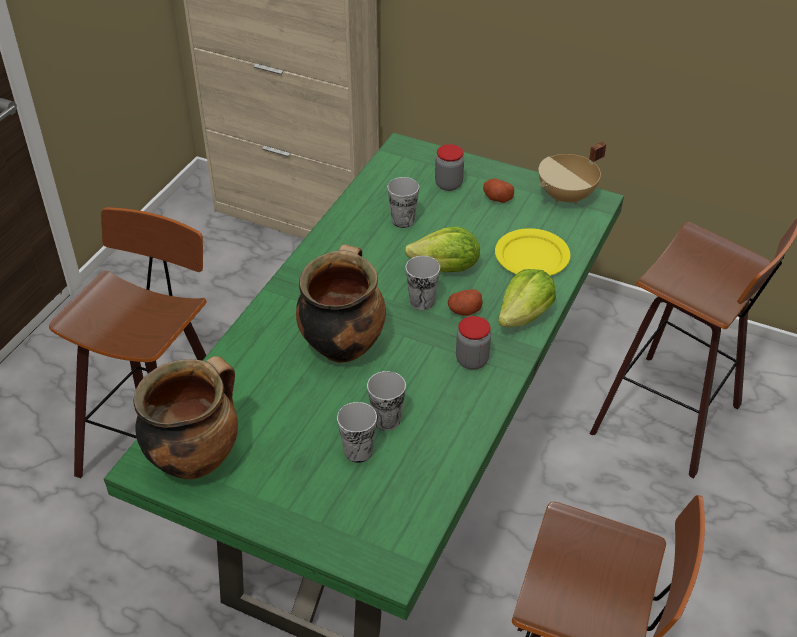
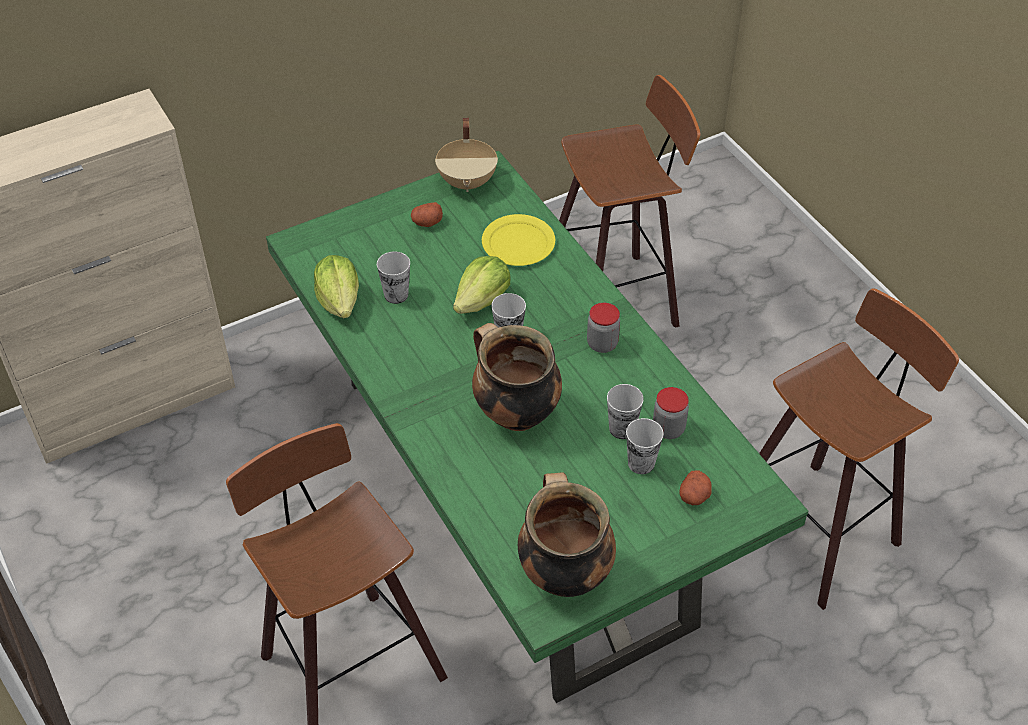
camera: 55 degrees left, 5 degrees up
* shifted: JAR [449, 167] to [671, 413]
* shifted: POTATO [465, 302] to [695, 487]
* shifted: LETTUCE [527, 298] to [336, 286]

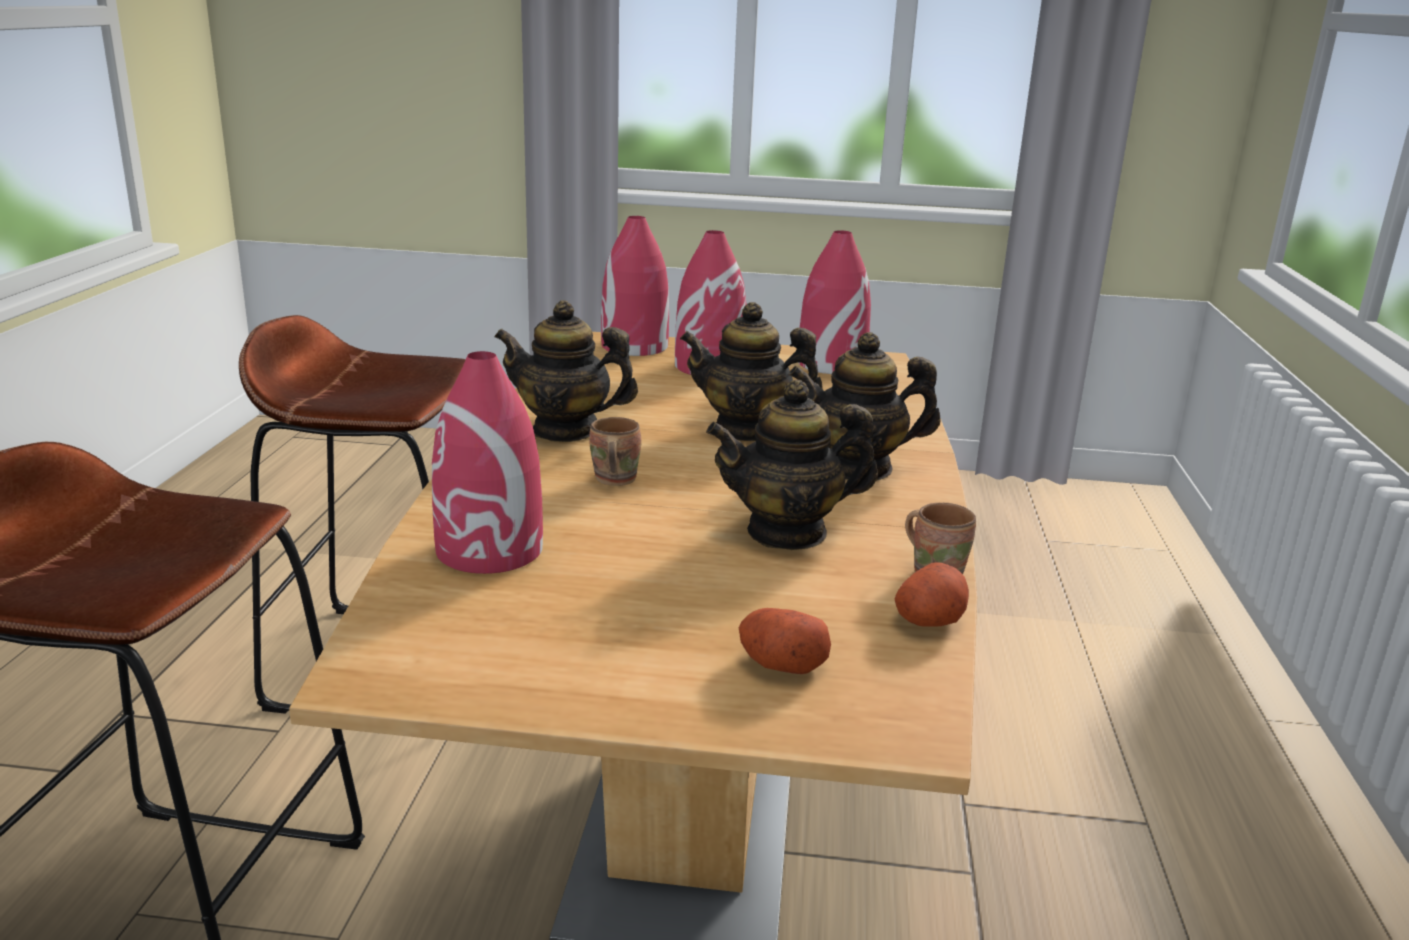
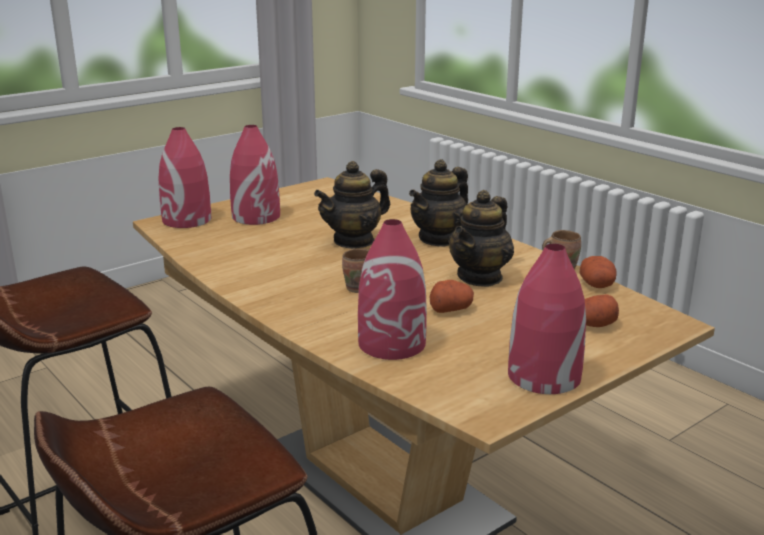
camera: 45 degrees left, 0 degrees up
* gone: TEAPOT [566, 371]
* new: POTATO [452, 296]
* shifted: RED VASE [835, 302] to [547, 319]

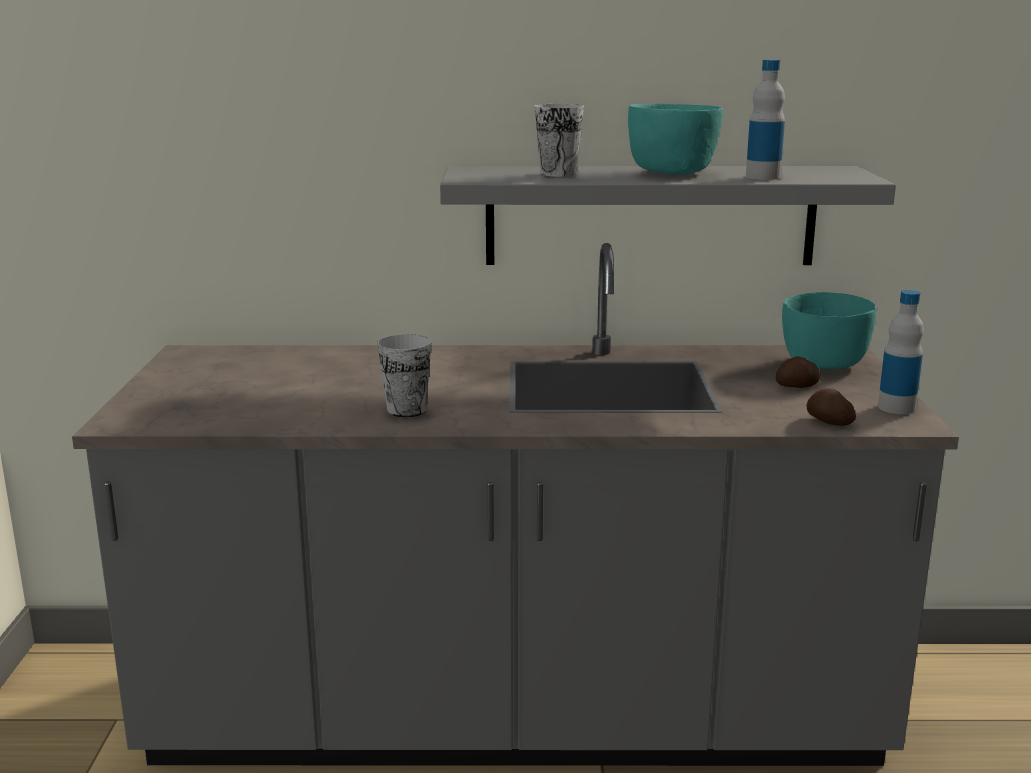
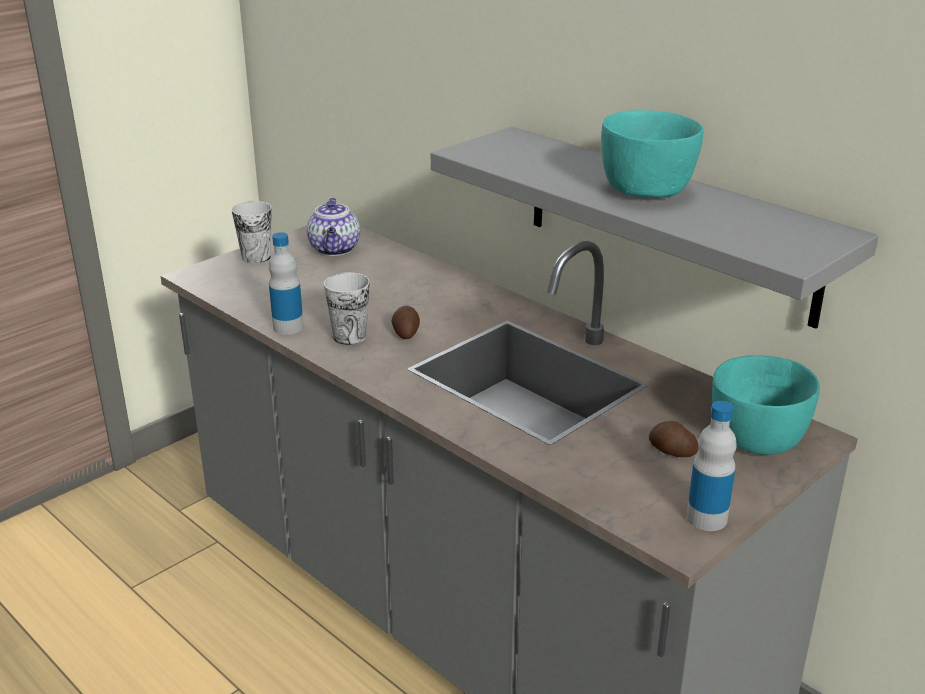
camera: 45 degrees right, 10 degrees up
* new: TEAPOT [333, 227]
* shifted: CUP [559, 140] to [251, 232]
* shifted: BOTTLE [765, 119] to [286, 283]
* shifted: POTATO [831, 407] to [405, 322]

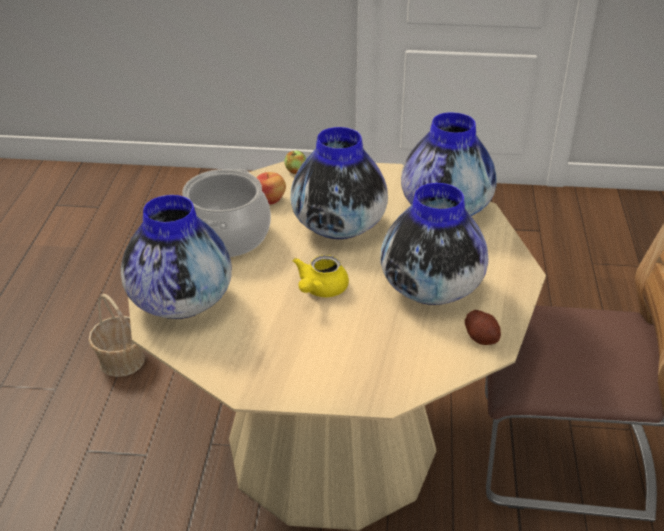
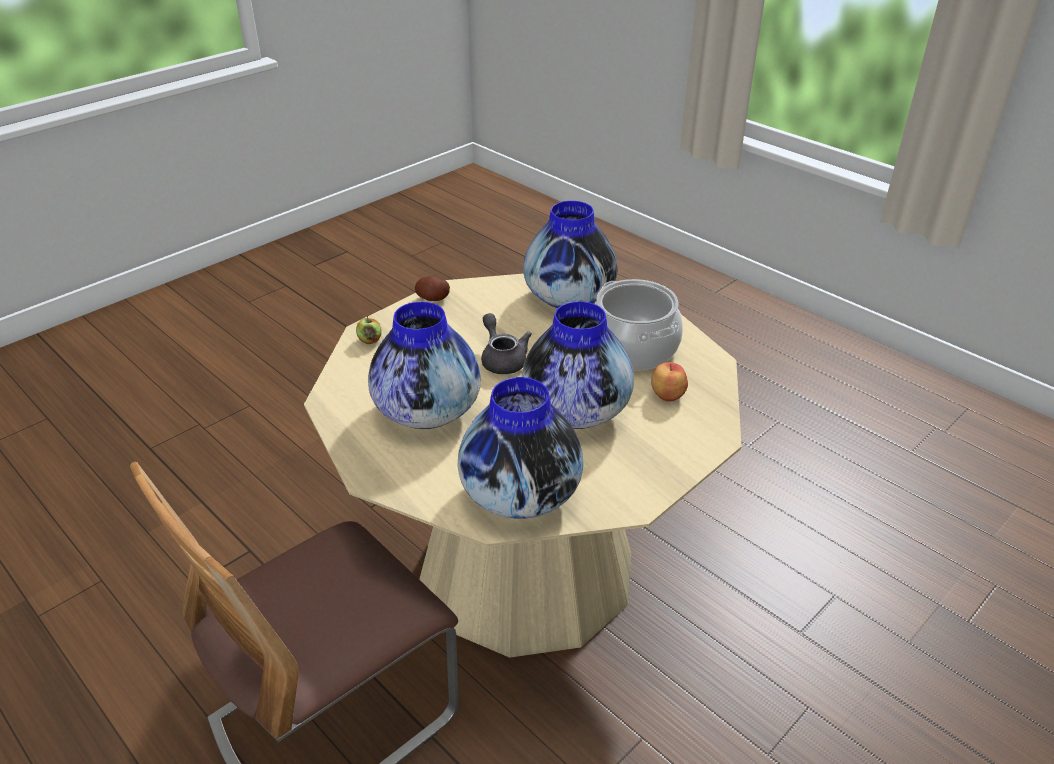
camera: 130 degrees right, 0 degrees up
* gone: BASKET [116, 335]
* shifted: APPLE [295, 162] to [369, 330]
* shifted: POTATO [483, 327] to [432, 288]
* repainted: YELLOW TEAPOT [321, 276] to GREY TEAPOT [506, 343]

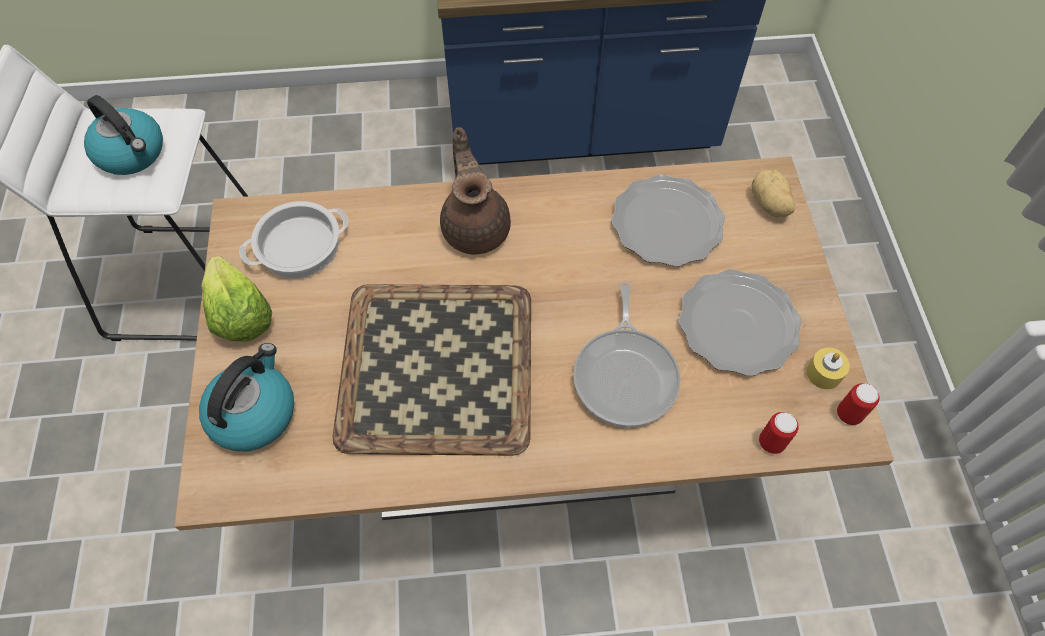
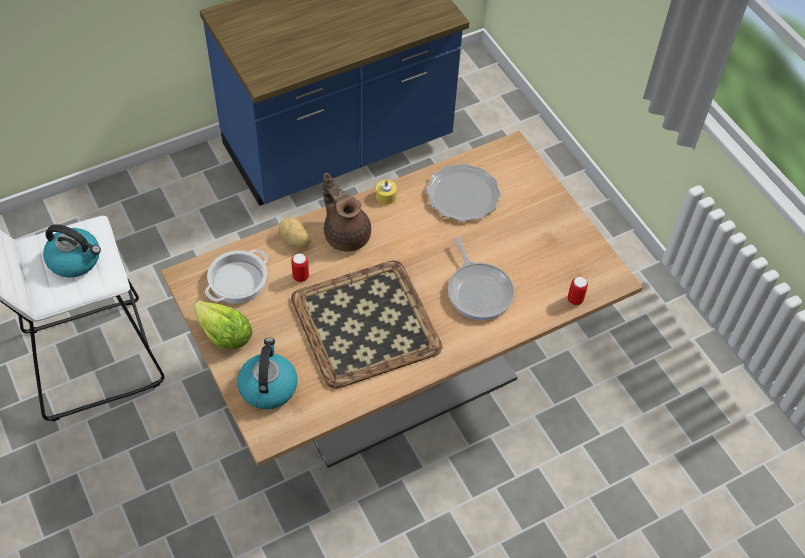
camera: 25 degrees left, 5 degrees down
* gone: PLATE [740, 322]
* shifted: POTATO [773, 193] to [295, 232]
* shifted: YELLOW CANDLE [828, 368] to [386, 192]
* shifted: CAN [858, 404] to [300, 267]

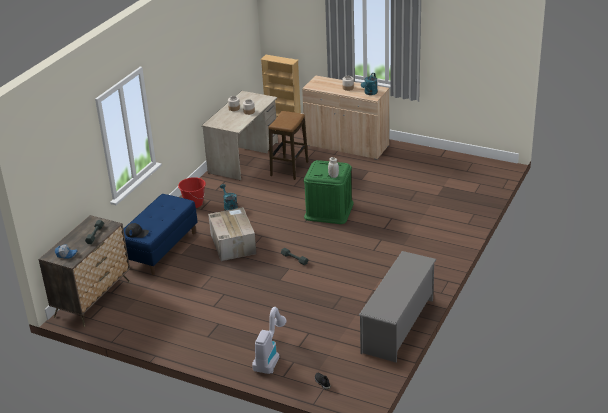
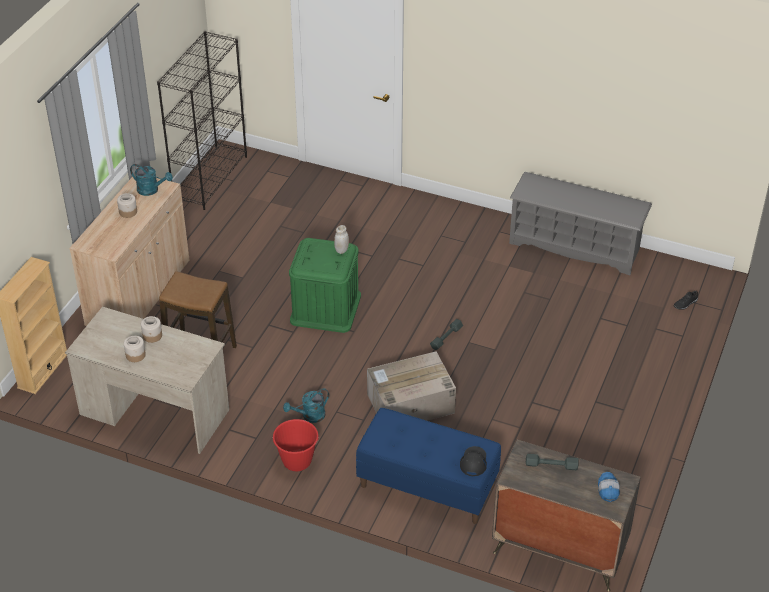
camera: 95 degrees left, 10 degrees up
* gone: VACUUM CLEANER [269, 340]
* new: BLACK BOOKCASE [202, 120]

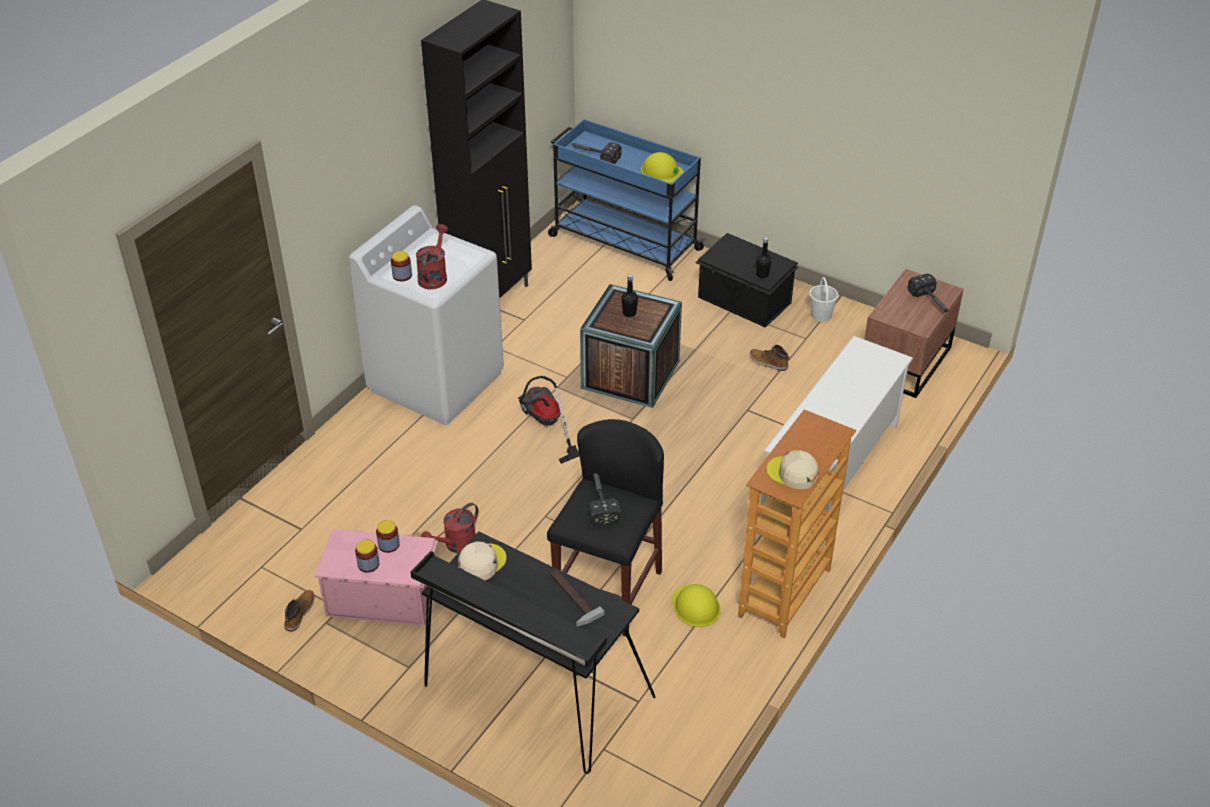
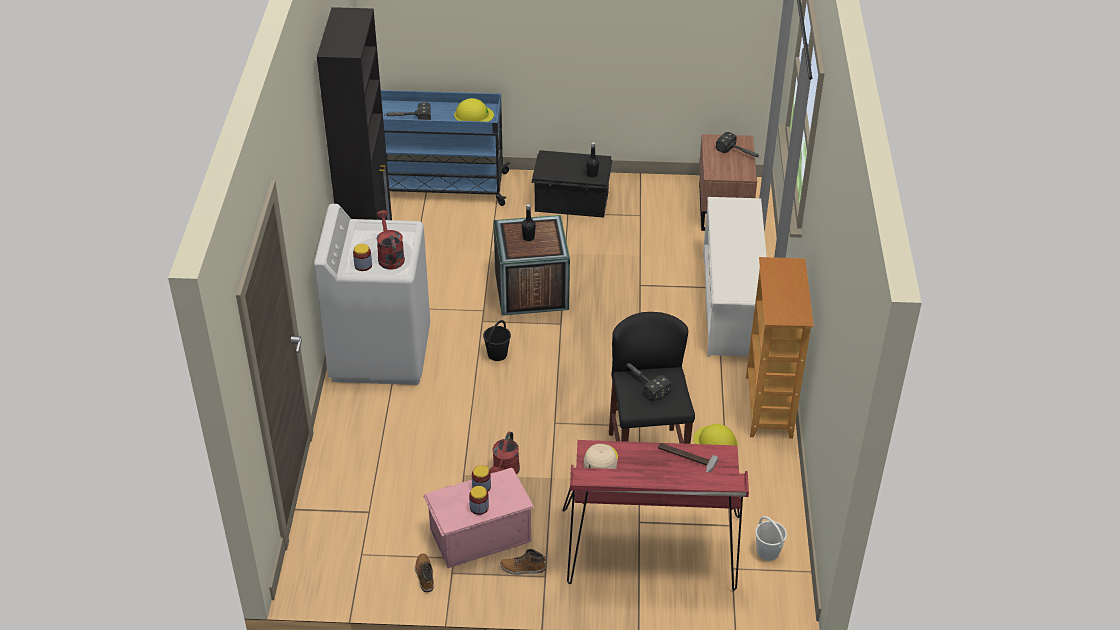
camera: 30 degrees left, 0 degrees up
* gone: BEIGE CAP [792, 469]
* shifted: BOOT [770, 358] to [523, 562]
* shifted: WHITE BUCKET [824, 299] to [771, 538]
* swapped: VACUUM CLEANER [548, 420] to BLACK BUCKET [497, 340]
* repainted: BLACK DESK [533, 652] to RED DESK [655, 515]

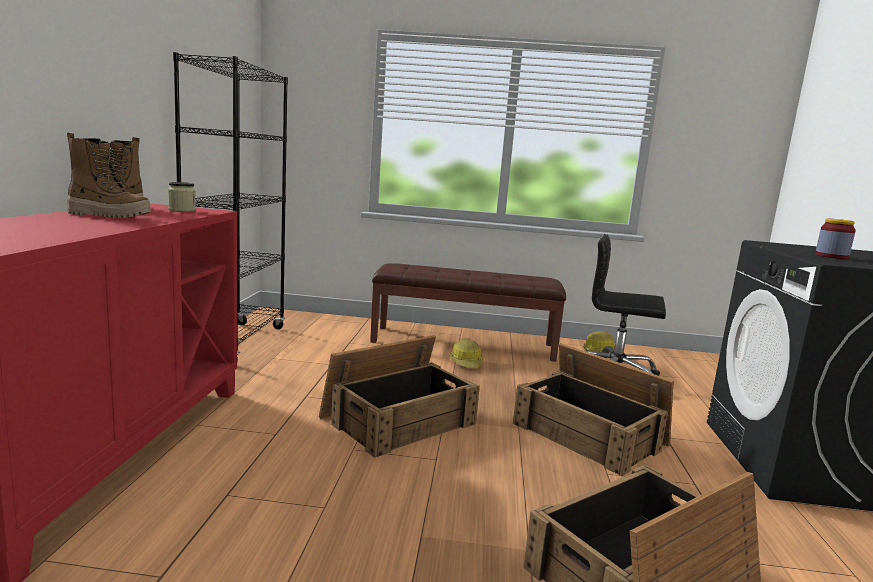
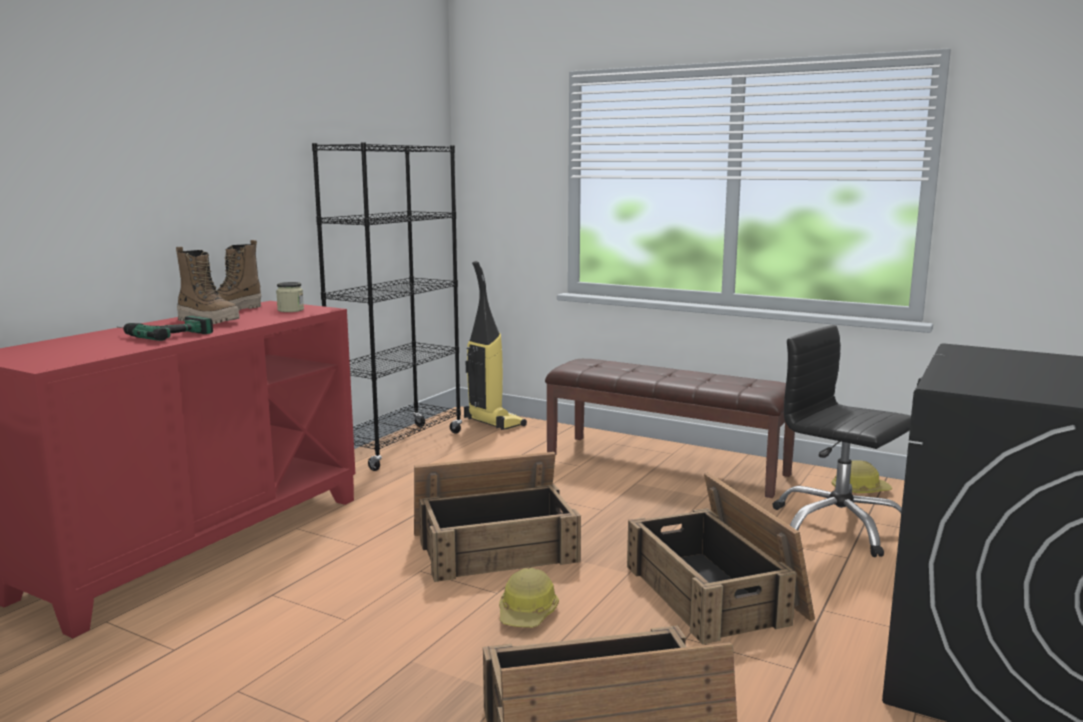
camera: 25 degrees right, 0 degrees up
* gone: JAR [835, 239]
* new: POWER DRILL [165, 328]
* new: VACUUM CLEANER [495, 345]
* shifted: HARD HAT [466, 352] to [529, 597]

